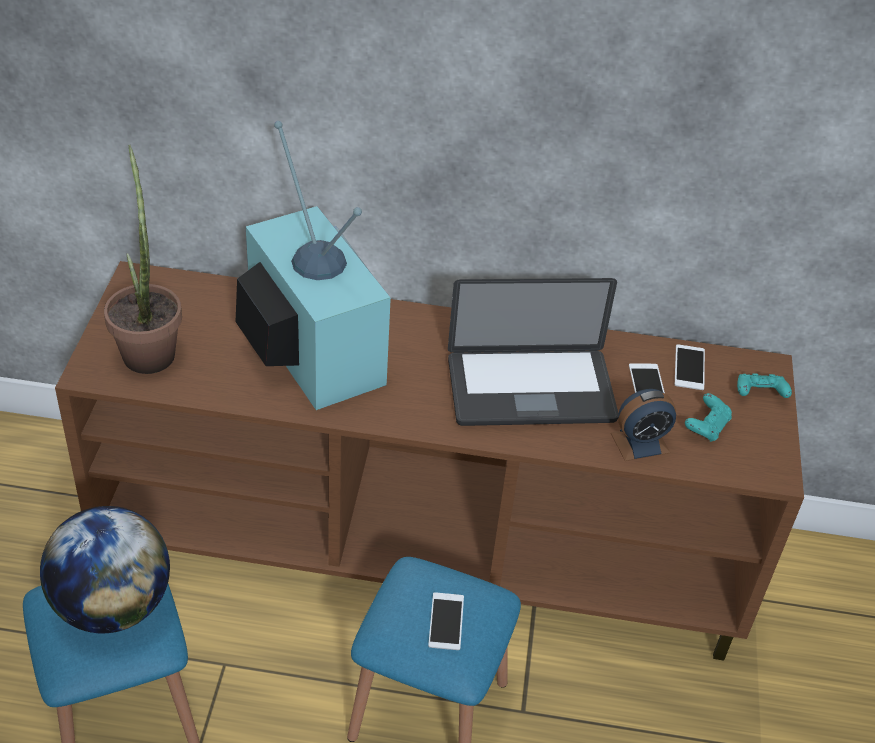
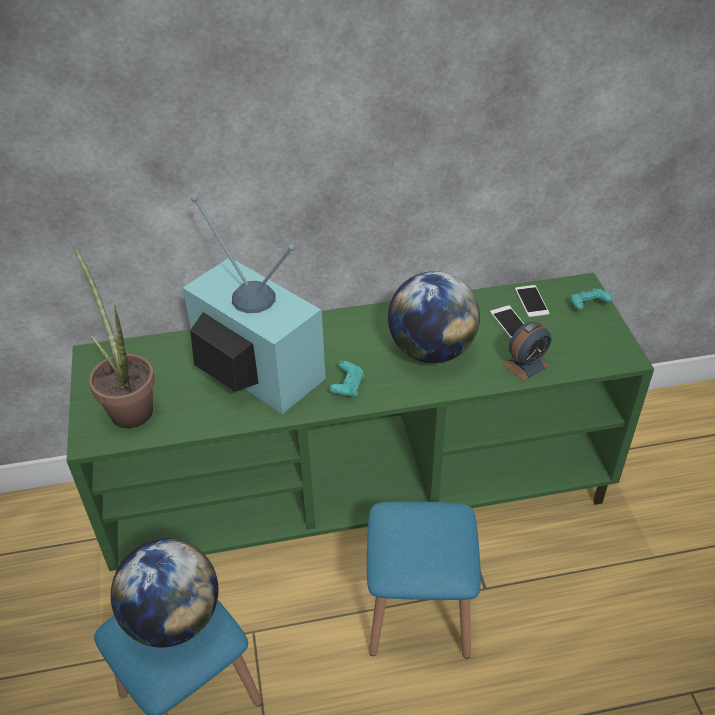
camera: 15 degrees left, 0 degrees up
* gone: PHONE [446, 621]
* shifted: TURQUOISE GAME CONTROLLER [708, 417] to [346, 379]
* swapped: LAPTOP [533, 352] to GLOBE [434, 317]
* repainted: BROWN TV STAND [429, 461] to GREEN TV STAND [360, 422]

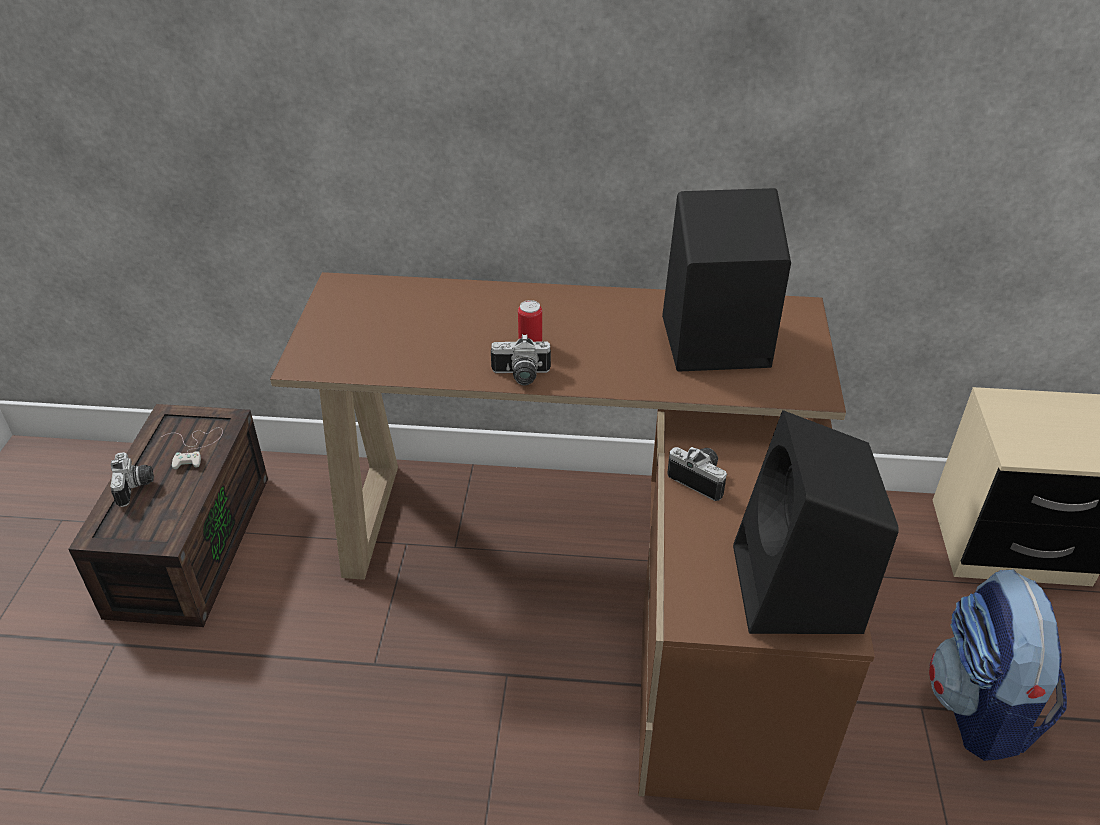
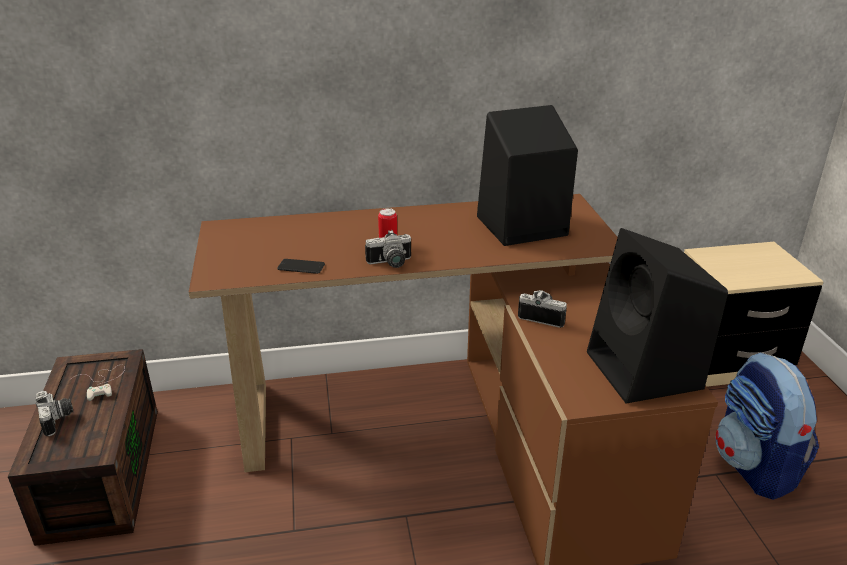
camera: 15 degrees left, 10 degrees down
* new: PHONE [301, 266]

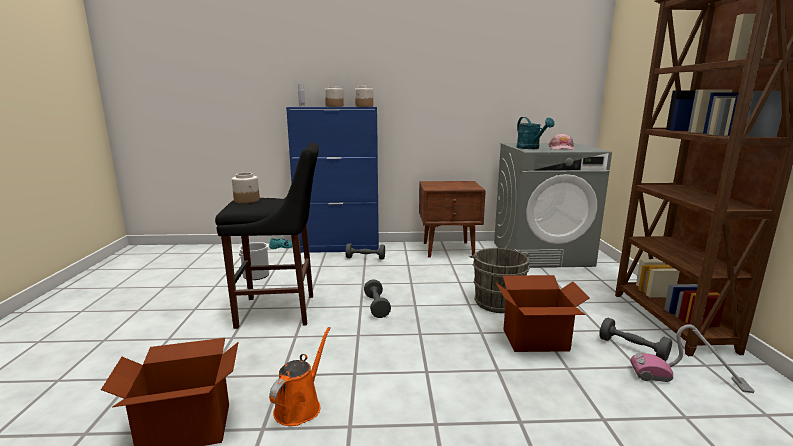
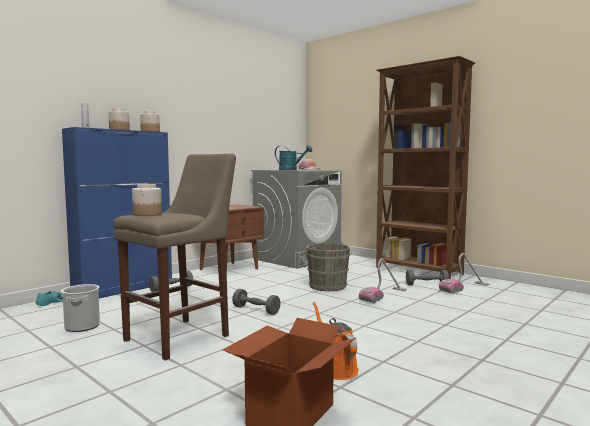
camera: 45 degrees left, 10 degrees down
* swapped: CARDBOARD BOX [542, 313] to VACUUM CLEANER [383, 280]
* repainted: BLACK STOOL [267, 235] to BEIGE STOOL [174, 257]

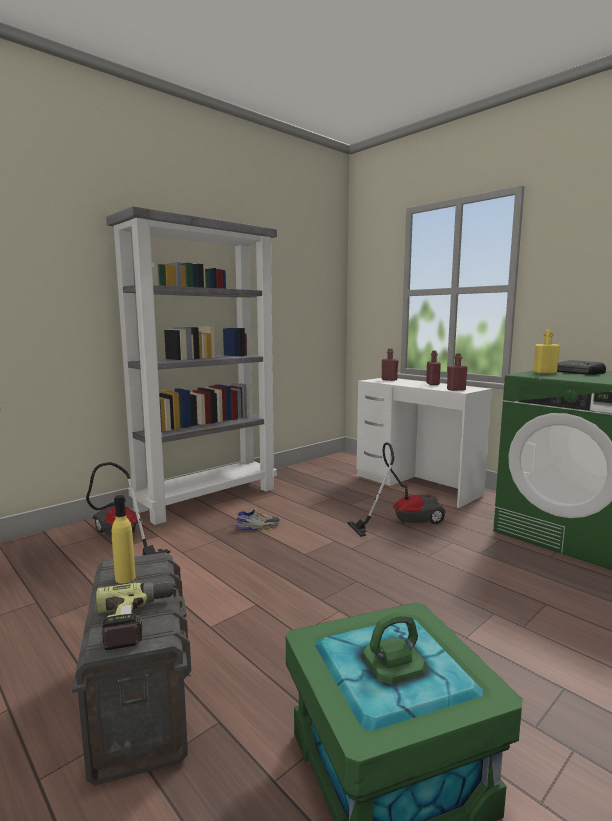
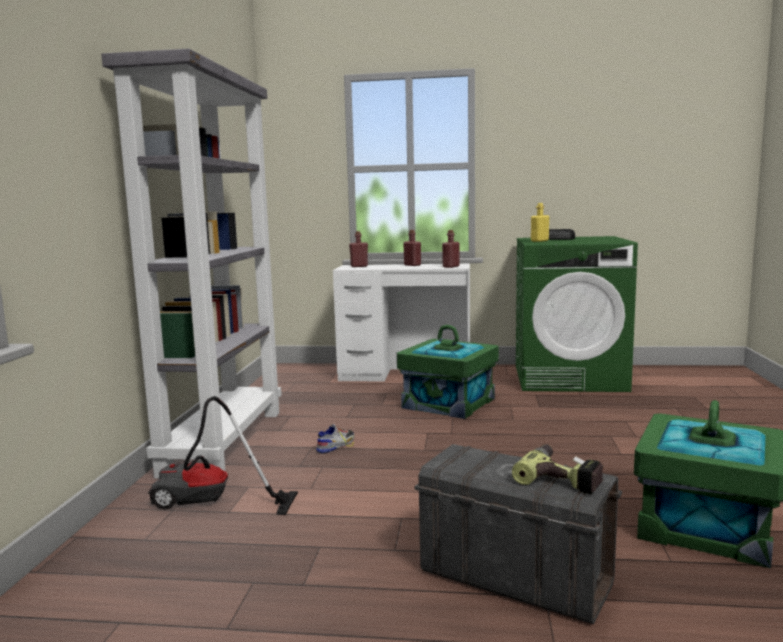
camera: 40 degrees left, 0 degrees up
* gone: YELLOW BOTTLE [124, 539]
* swapped: VACUUM CLEANER [396, 489] to GREEN STORAGE BOX [448, 372]

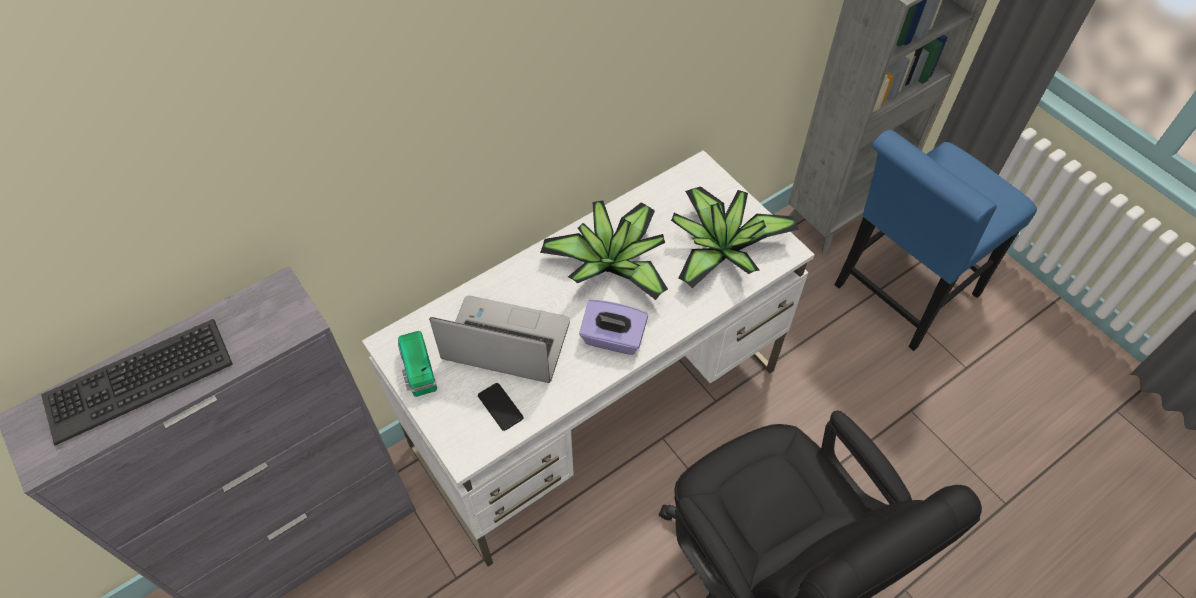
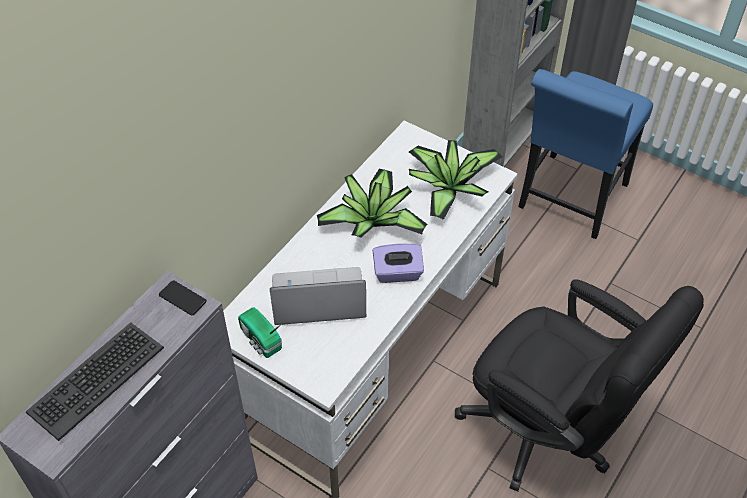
camera: 20 degrees left, 5 degrees down
* shifted: PHONE [501, 407] to [183, 297]

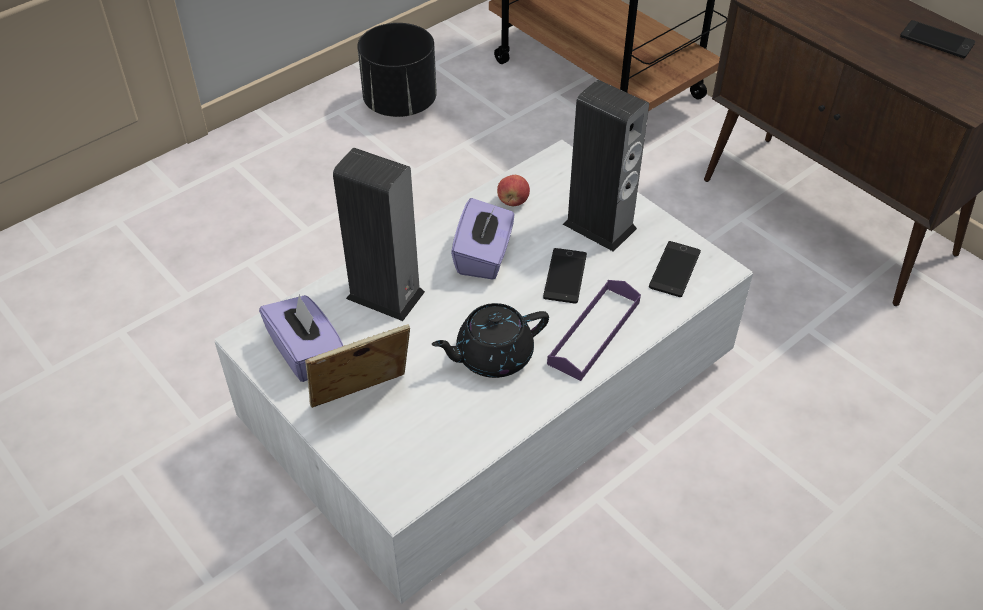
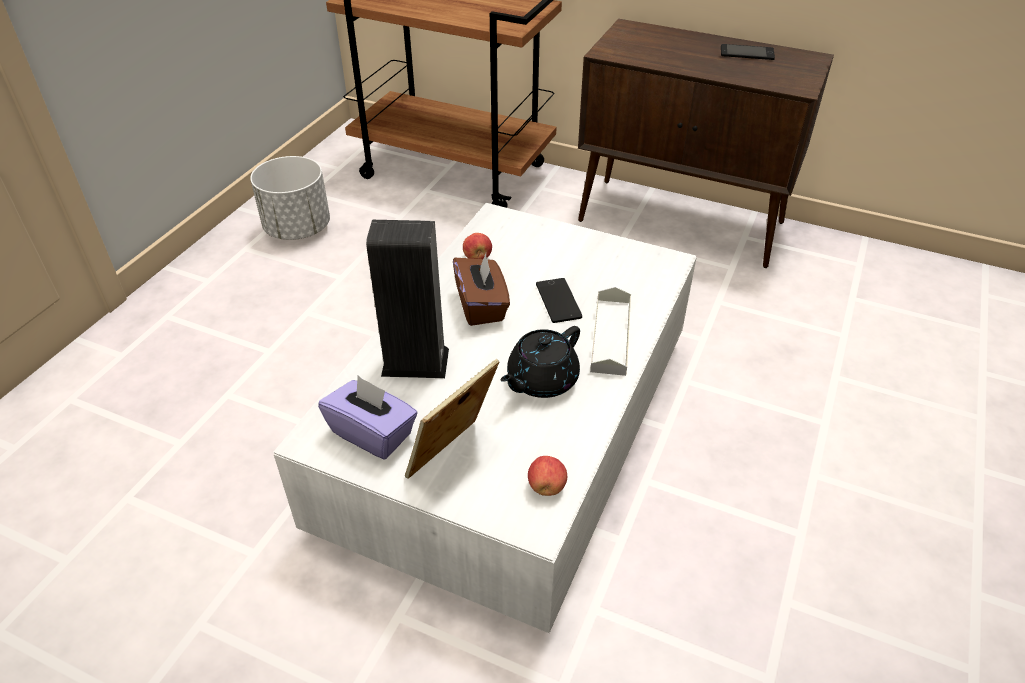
camera: 25 degrees left, 5 degrees down
* gone: SPEAKER [606, 166]
* gone: PHONE [675, 269]
* new: APPLE [547, 476]
* repainted: BLACK PLANTER [397, 70] to WHITE PLANTER [290, 198]
* repainted: PURPLE TISSUE BOX [482, 238] to BROWN TISSUE BOX [481, 289]
* repainted: PURPLE TRAY [594, 330] to GREY TRAY [610, 331]

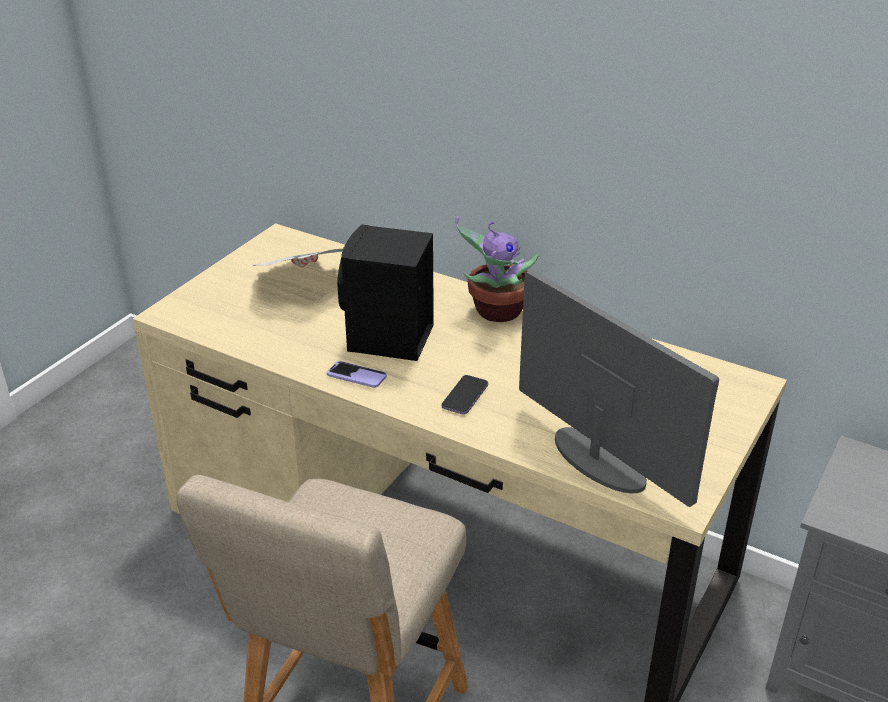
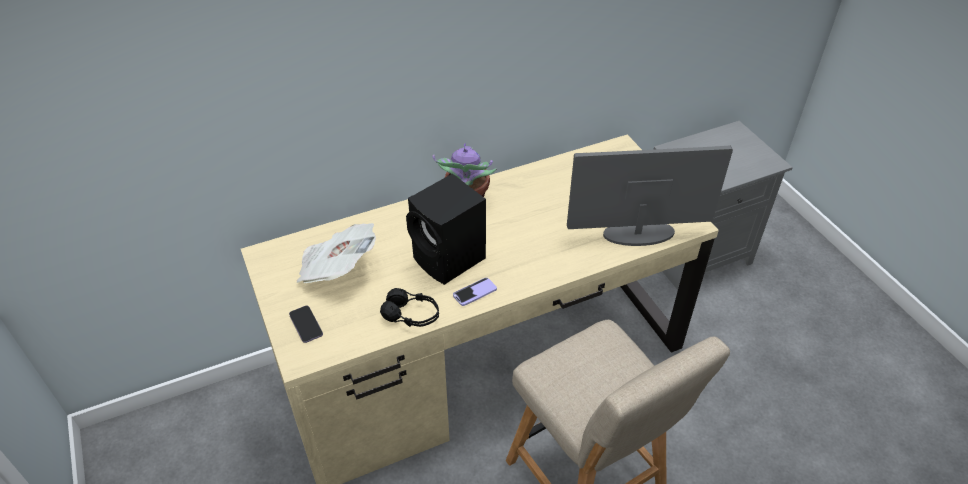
camera: 55 degrees left, 10 degrees up
* new: BLACK HEADPHONES [409, 307]
* shifted: PHONE [465, 395] to [306, 324]

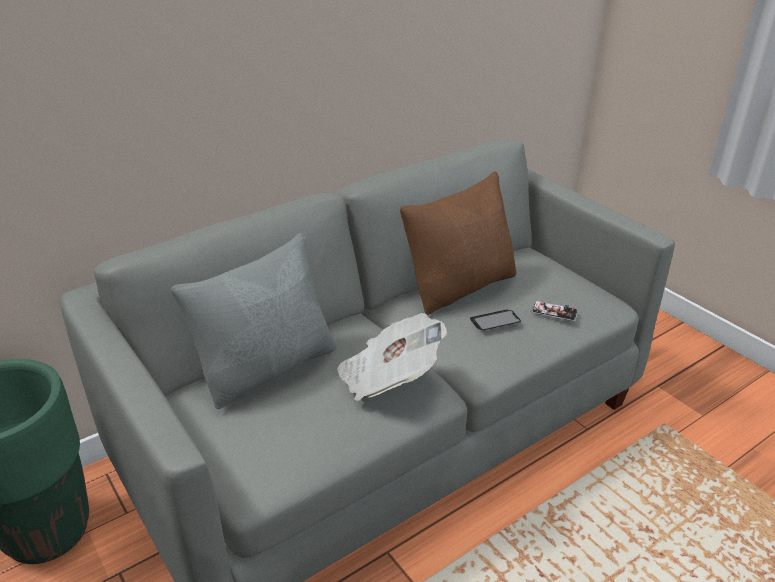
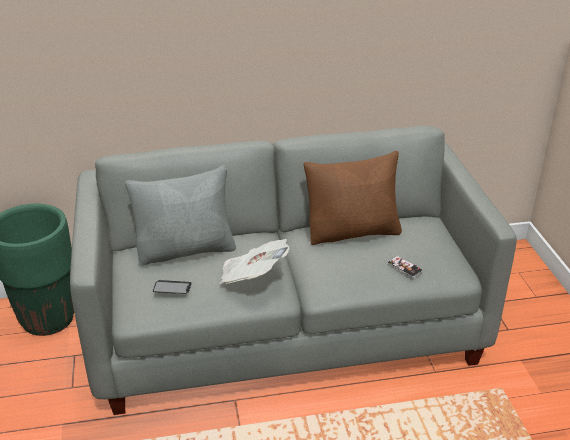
camera: 25 degrees right, 0 degrees up
* shifted: PHONE [495, 319] to [172, 287]

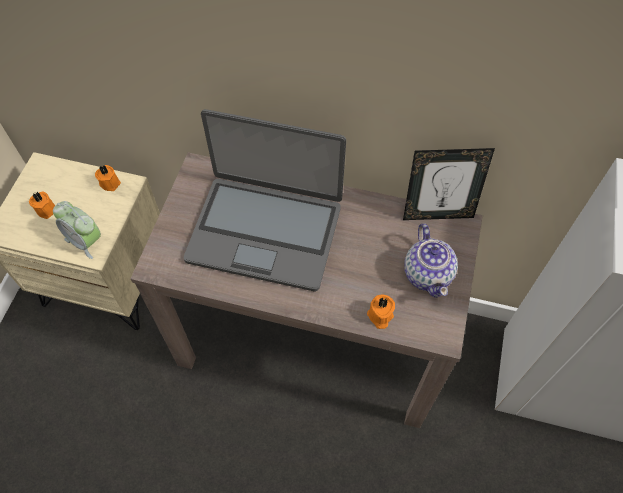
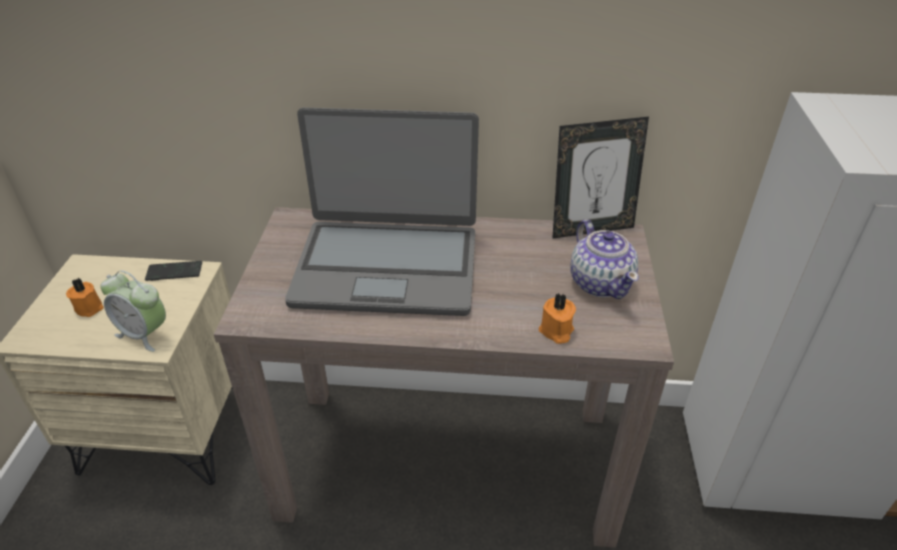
camera: 10 degrees left, 20 degrees down
* swapped: ORANGE CANDLE [108, 178] to PHONE [173, 271]

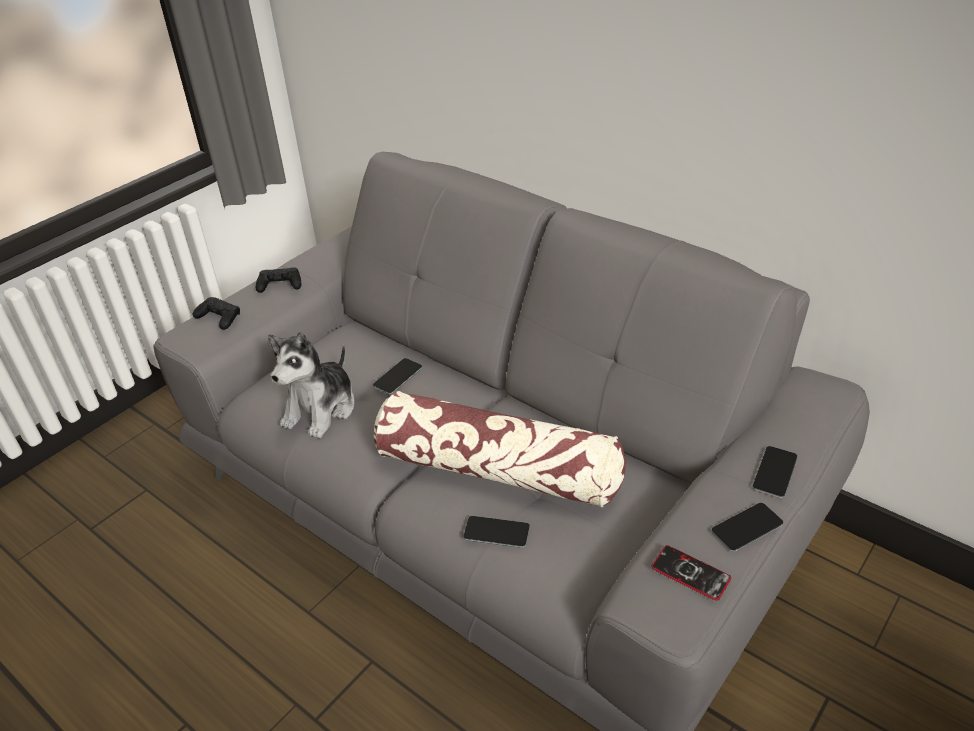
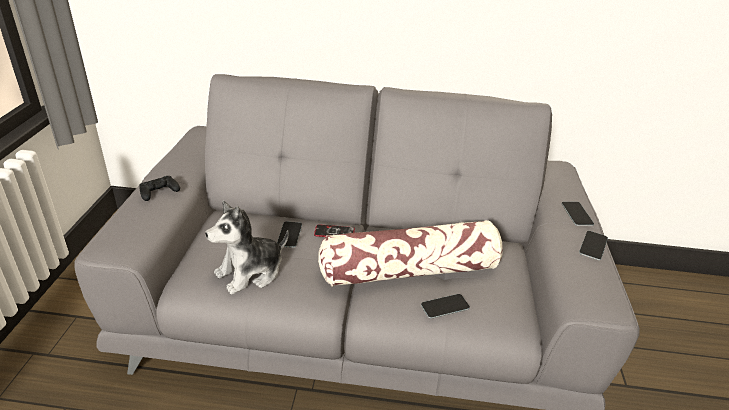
camera: 35 degrees left, 5 degrees down
* gone: BLACK GAME CONTROLLER [216, 313]
* shifted: PHONE [691, 573] to [334, 230]
* rotated: PLUSH TOY [311, 385] = [247, 247] 60 degrees clockwise

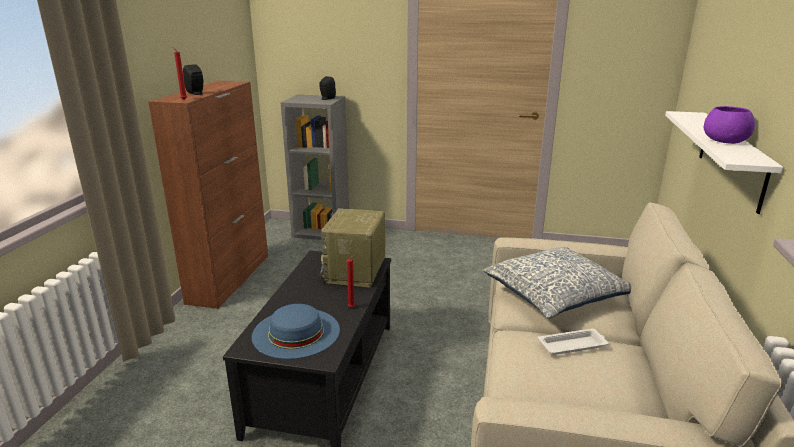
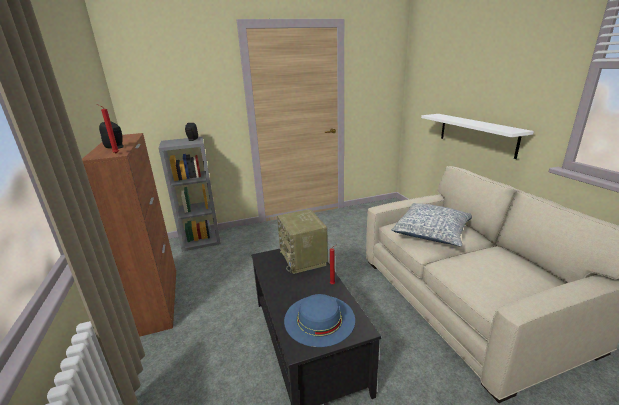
camera: 30 degrees left, 0 degrees up
* gone: WHITE TRAY [573, 341]
* gone: PURPLE BOWL [729, 125]

